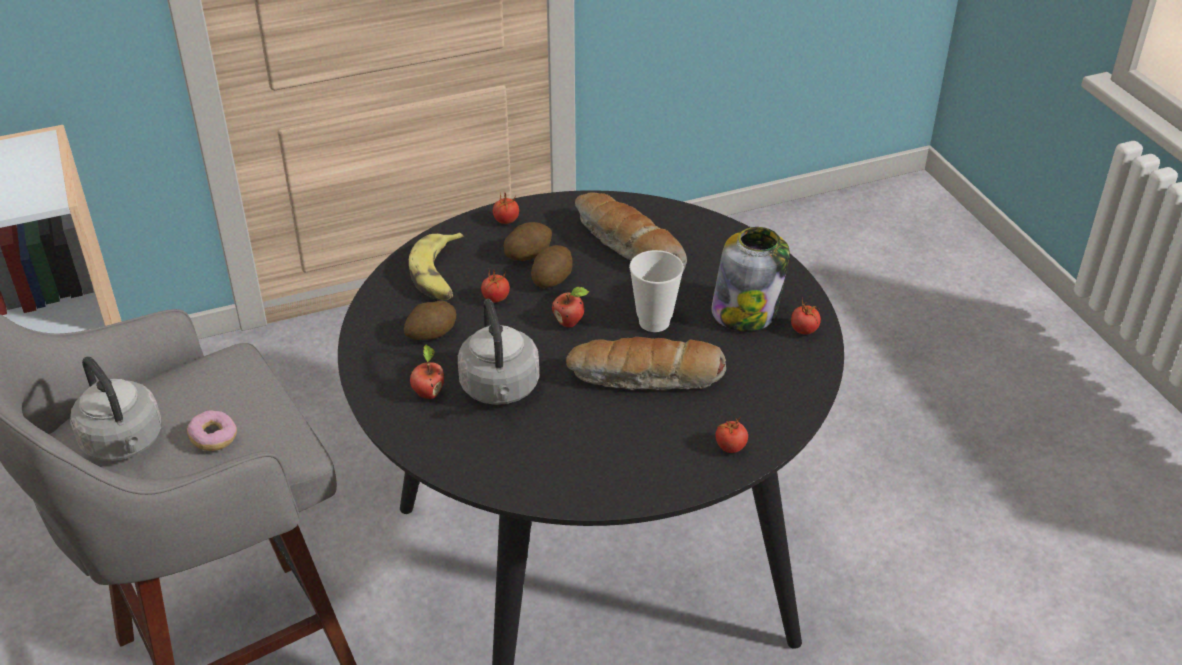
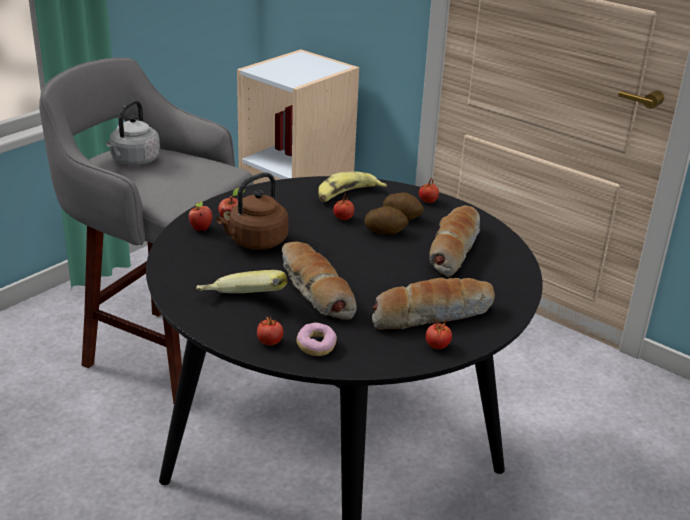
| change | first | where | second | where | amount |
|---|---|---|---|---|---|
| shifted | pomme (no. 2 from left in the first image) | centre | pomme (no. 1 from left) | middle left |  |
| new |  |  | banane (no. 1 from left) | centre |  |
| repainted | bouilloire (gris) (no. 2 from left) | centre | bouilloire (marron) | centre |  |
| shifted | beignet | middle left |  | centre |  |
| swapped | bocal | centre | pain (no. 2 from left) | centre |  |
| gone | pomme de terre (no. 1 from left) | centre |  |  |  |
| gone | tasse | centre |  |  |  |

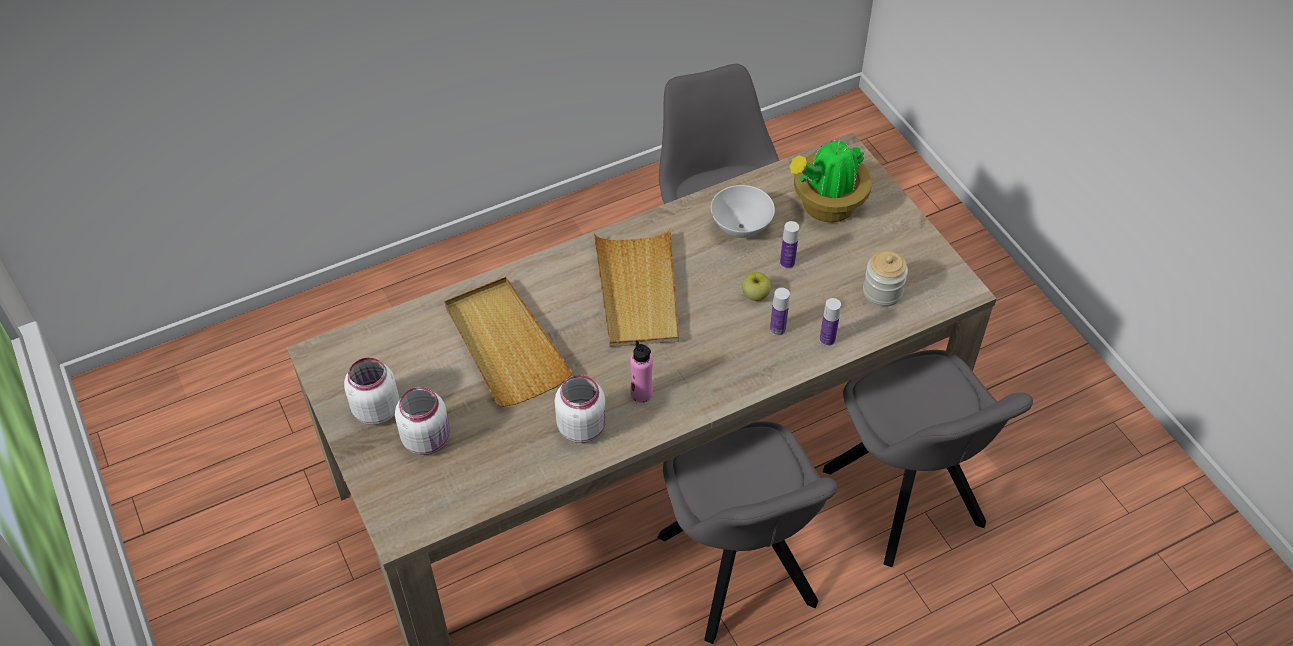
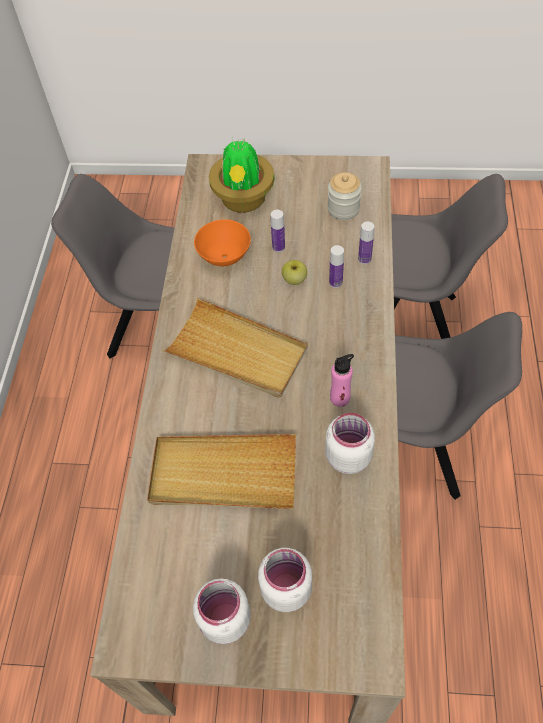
| change | first | where | second | where | amount |
|---|---|---|---|---|---|
| repainted | bol (blanc) | top centre | bol (orange) | centre |  |

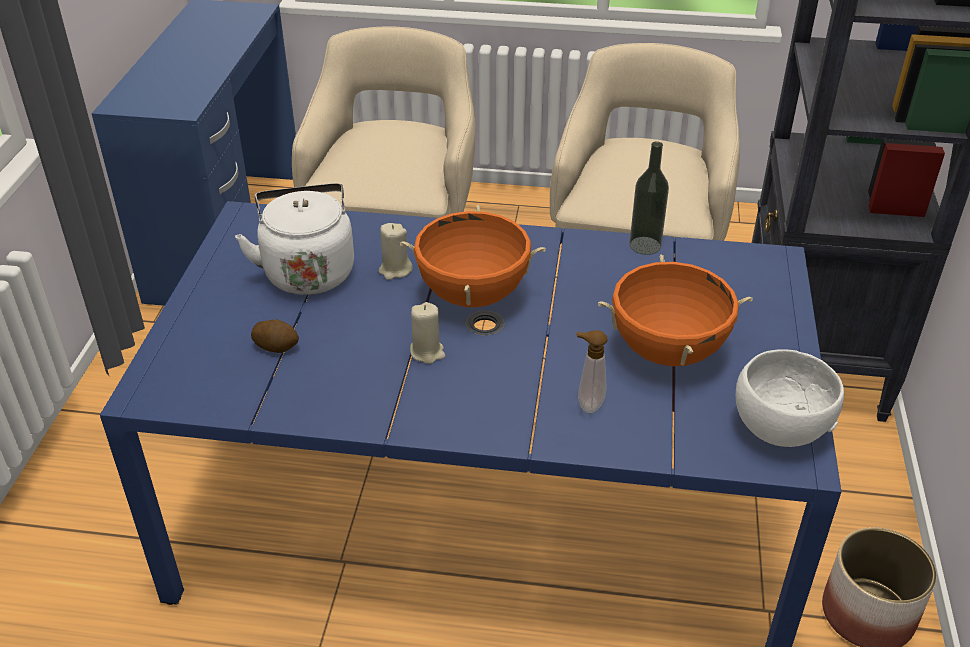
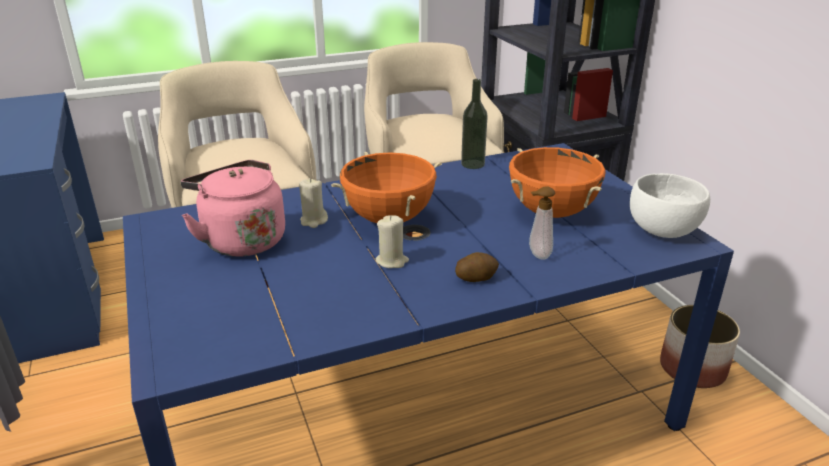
| change | first | where | second | where | amount |
|---|---|---|---|---|---|
| repainted | bouilloire (blanc) | middle left | bouilloire (rose) | middle left |  |
| shifted | pomme de terre | middle left |  | centre |  |

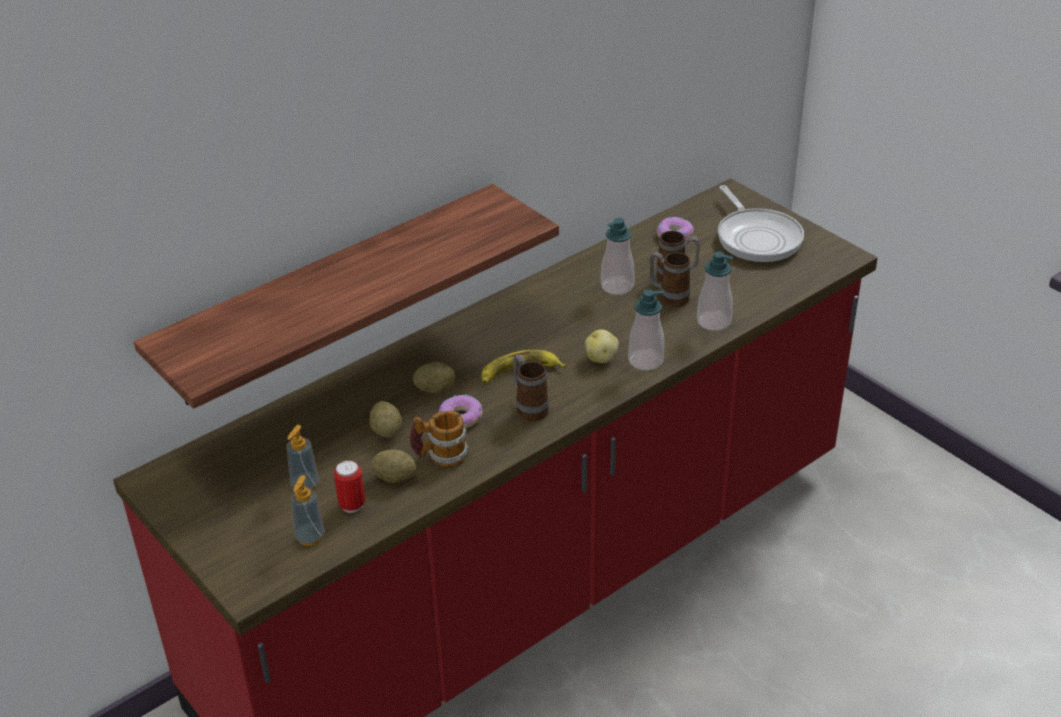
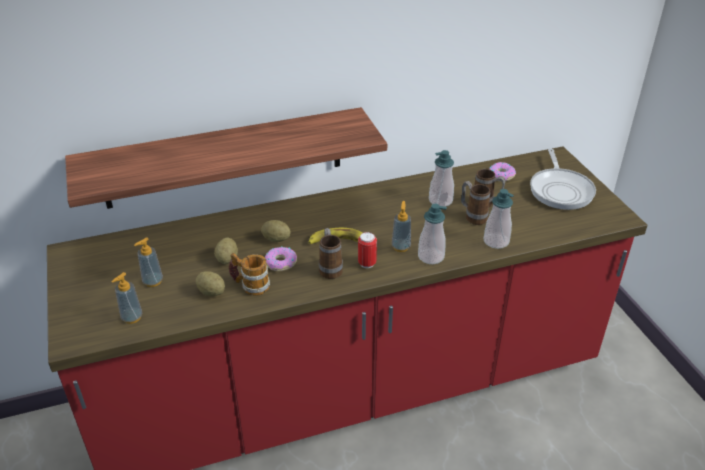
| change | first | where | second | where | amount |
|---|---|---|---|---|---|
| shifted | boîte métallique | bottom left |  | centre |  |
| swapped | pomme de terre (no. 4 from left) | centre | distributeur de savon (no. 3 from left) | centre |  |

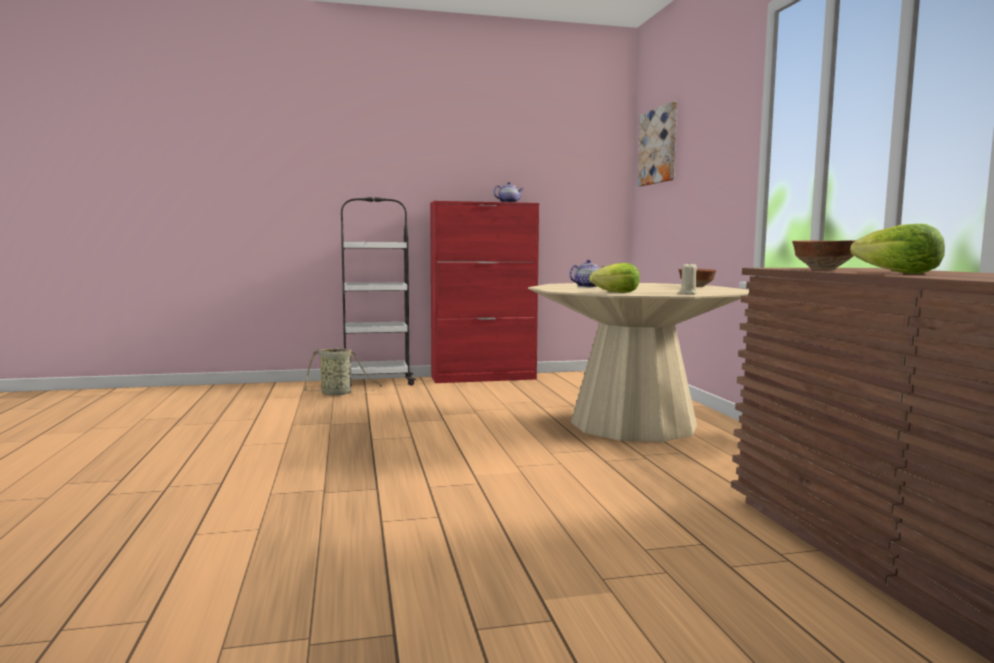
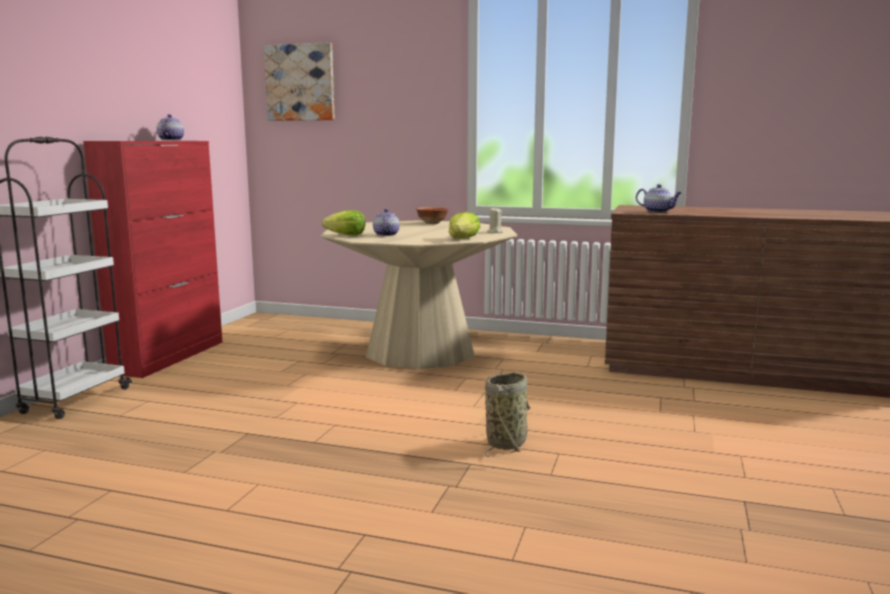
| change | first | where | second | where | amount |
|---|---|---|---|---|---|
| shifted | laitue (no. 2 from left in the first image) | middle right | laitue (no. 1 from left) | centre |  |
| shifted | panier | centre |  | bottom centre |  |
| swapped | bol (no. 2 from left) | middle right | théière (no. 3 from left) | middle right |  |

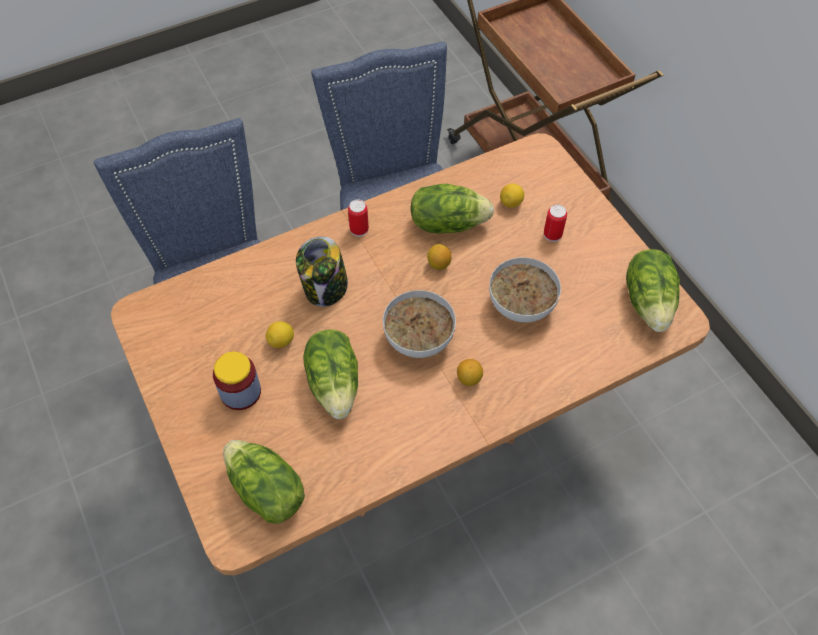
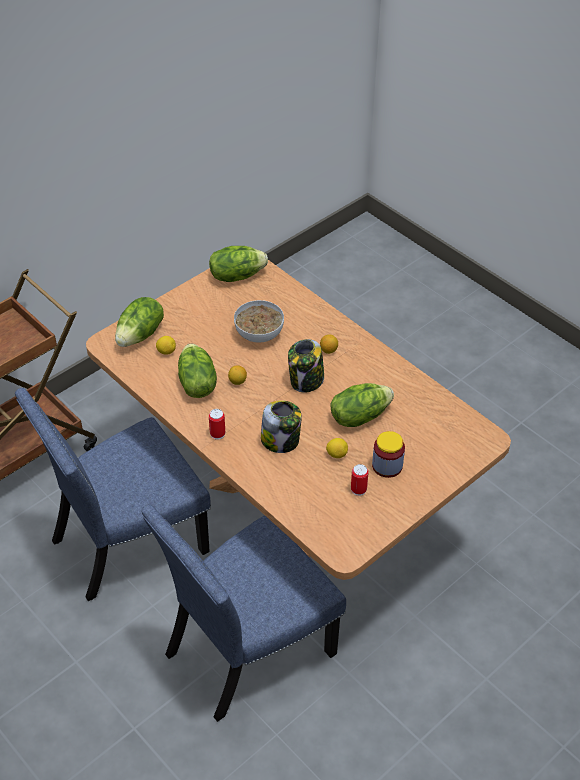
| change | first | where | second | where | amount |
|---|---|---|---|---|---|
| shifted | laitue (no. 1 from left) | bottom left |  | middle left |  |
| swapped | bol (no. 1 from left) | centre | bocal (no. 2 from left) | centre |  |
| shifted | boîte métallique (no. 2 from left) | middle right |  | centre |  |

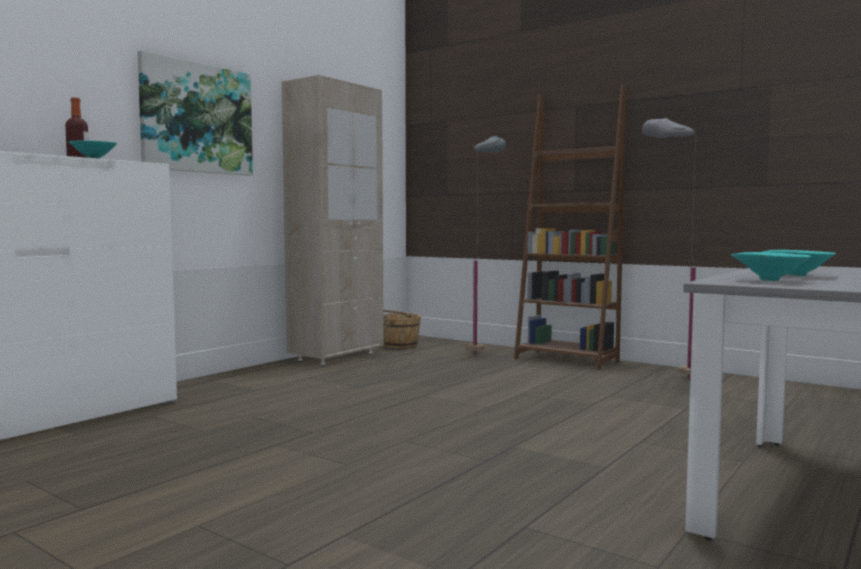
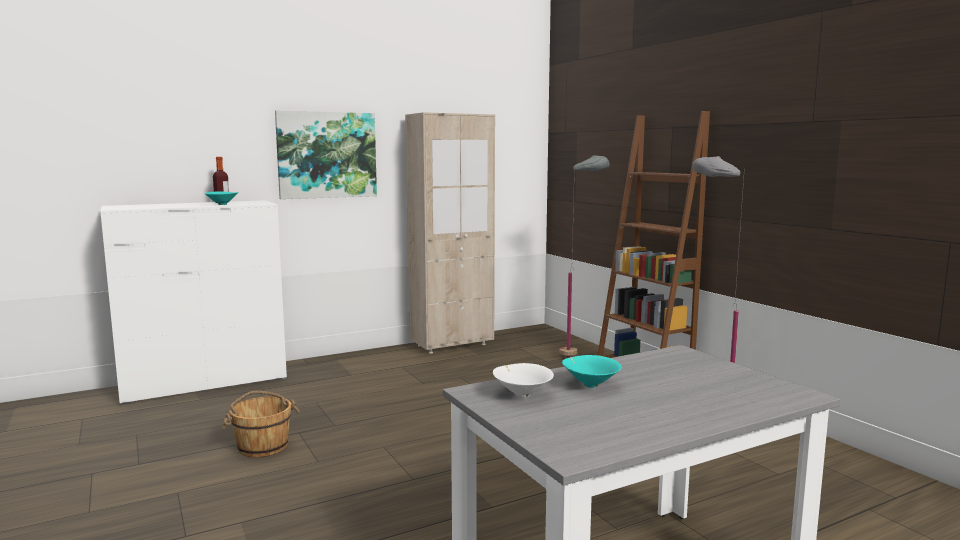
| change | first | where | second | where | amount |
|---|---|---|---|---|---|
| shifted | seau (marron) | centre |  | bottom left |  |
| repainted | bol (turquoise) (no. 2 from left) | middle right | bol (blanc) | bottom centre |  |

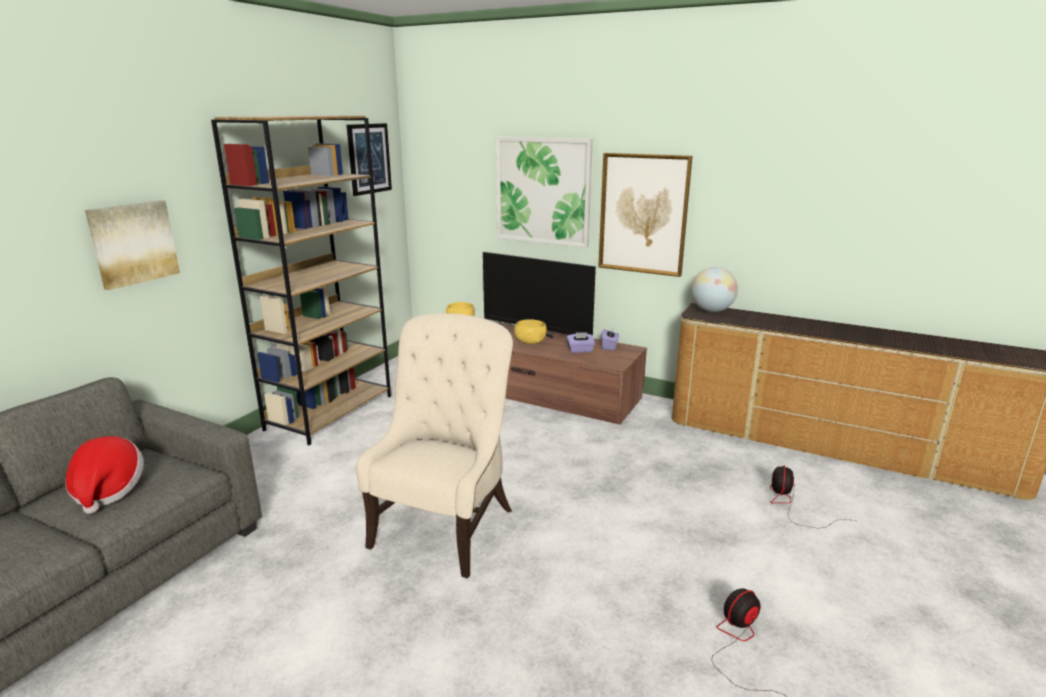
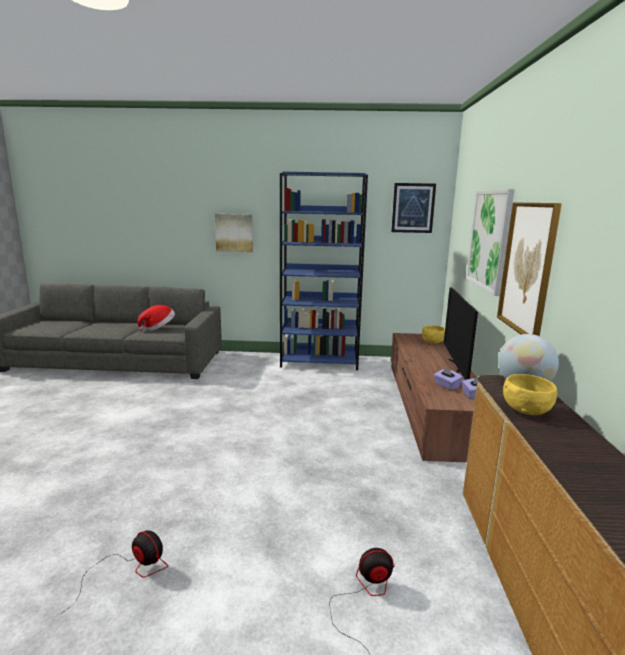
| change | first | where | second | where | amount |
|---|---|---|---|---|---|
| repainted | bibliothèque (marron) | middle left | bibliothèque (bleu) | centre |  |
| shifted | bol (jaune) (no. 2 from left) | centre |  | middle right |  |
| gone | fauteuil (beige) | centre |  |  |  |

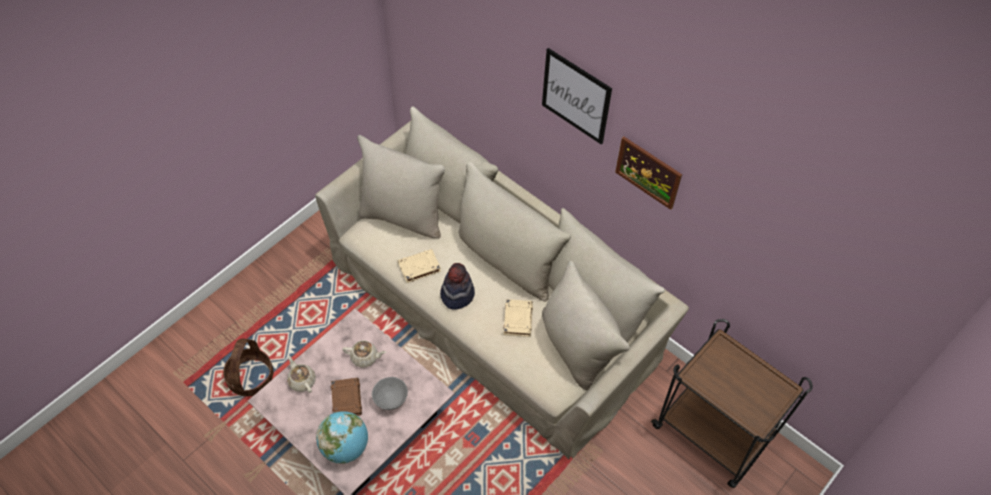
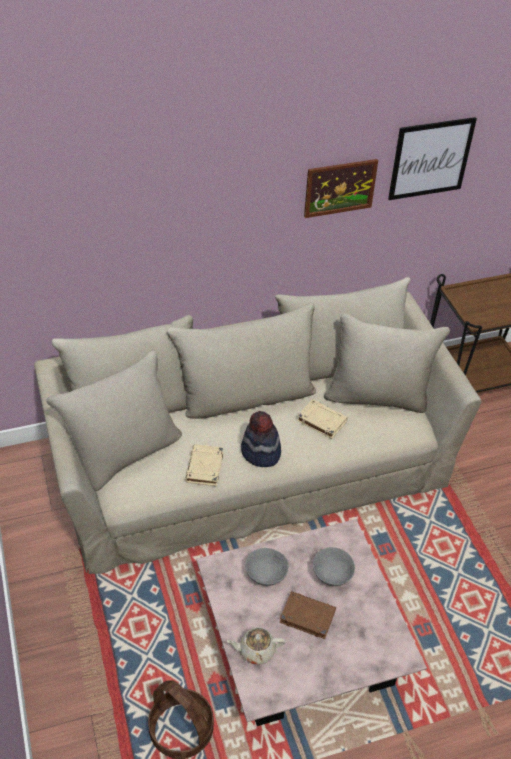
| change | first | where | second | where | amount |
|---|---|---|---|---|---|
| swapped | théière (beige) (no. 2 from left) | bottom centre | bol (gris) (no. 1 from left) | bottom centre |  |
| shifted | tableau (no. 1 from left in the first image) | top centre | tableau (no. 2 from left) | top right |  |
| gone | globe | bottom centre |  |  |  |

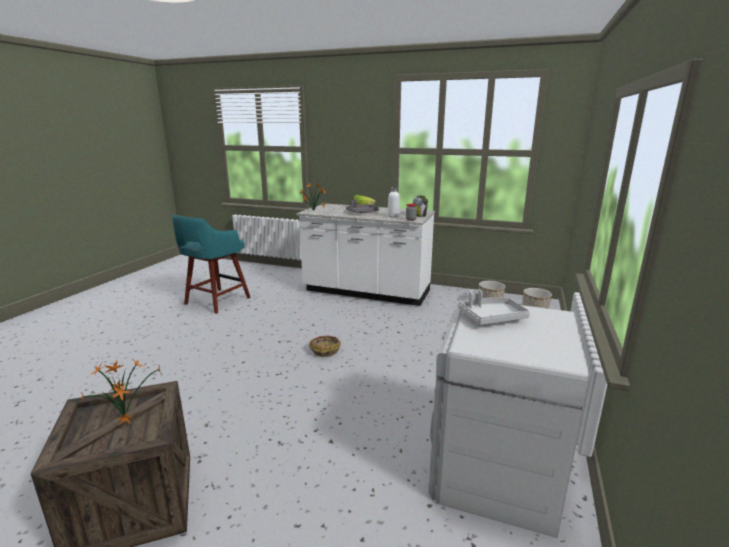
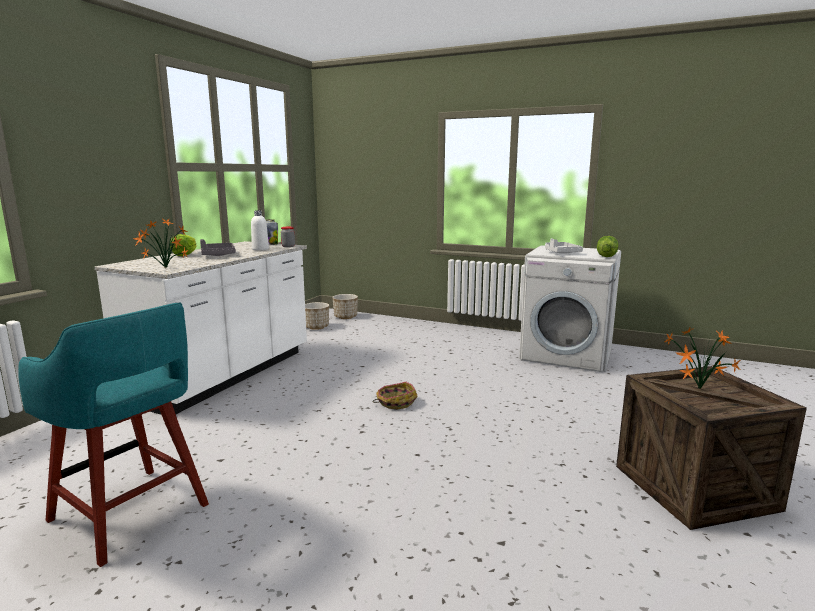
| change | first | where | second | where | amount |
|---|---|---|---|---|---|
| new |  |  | laitue (no. 2 from left) | middle right |  |

